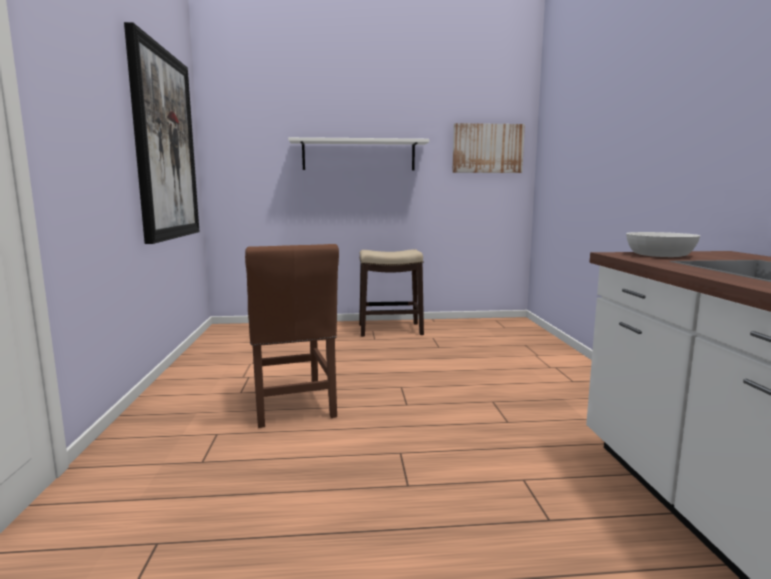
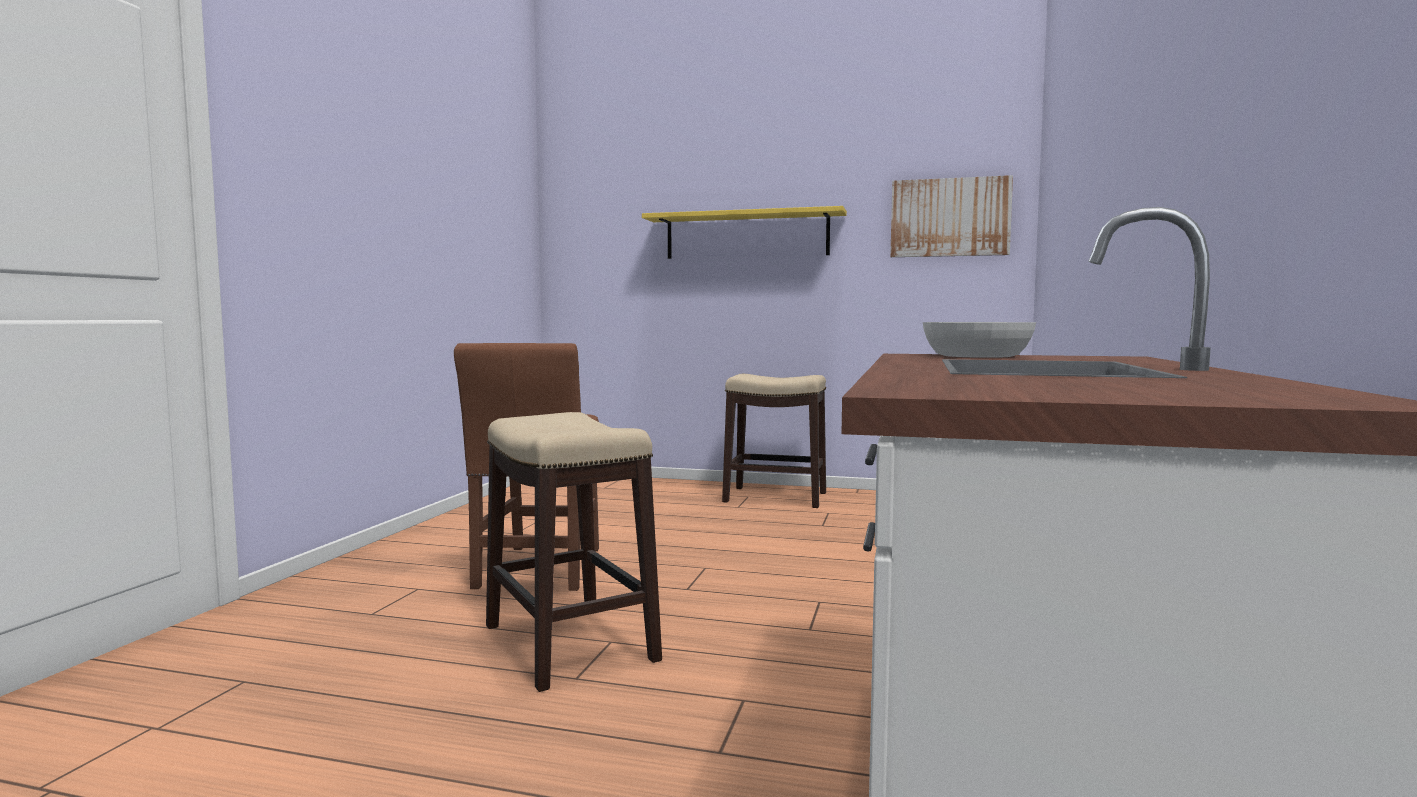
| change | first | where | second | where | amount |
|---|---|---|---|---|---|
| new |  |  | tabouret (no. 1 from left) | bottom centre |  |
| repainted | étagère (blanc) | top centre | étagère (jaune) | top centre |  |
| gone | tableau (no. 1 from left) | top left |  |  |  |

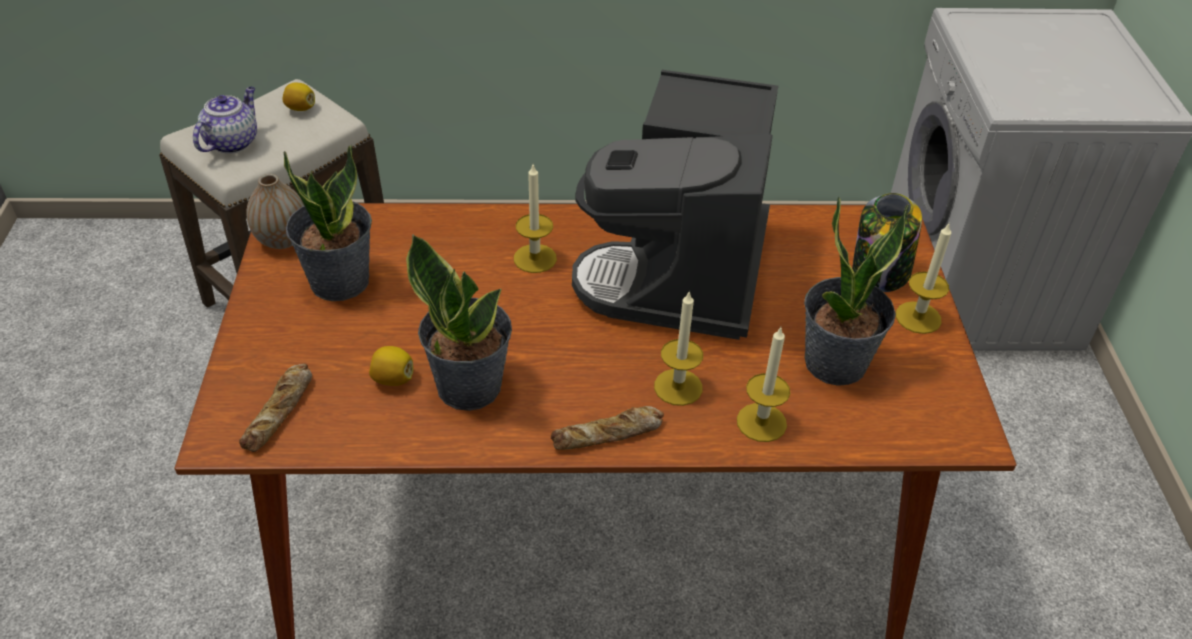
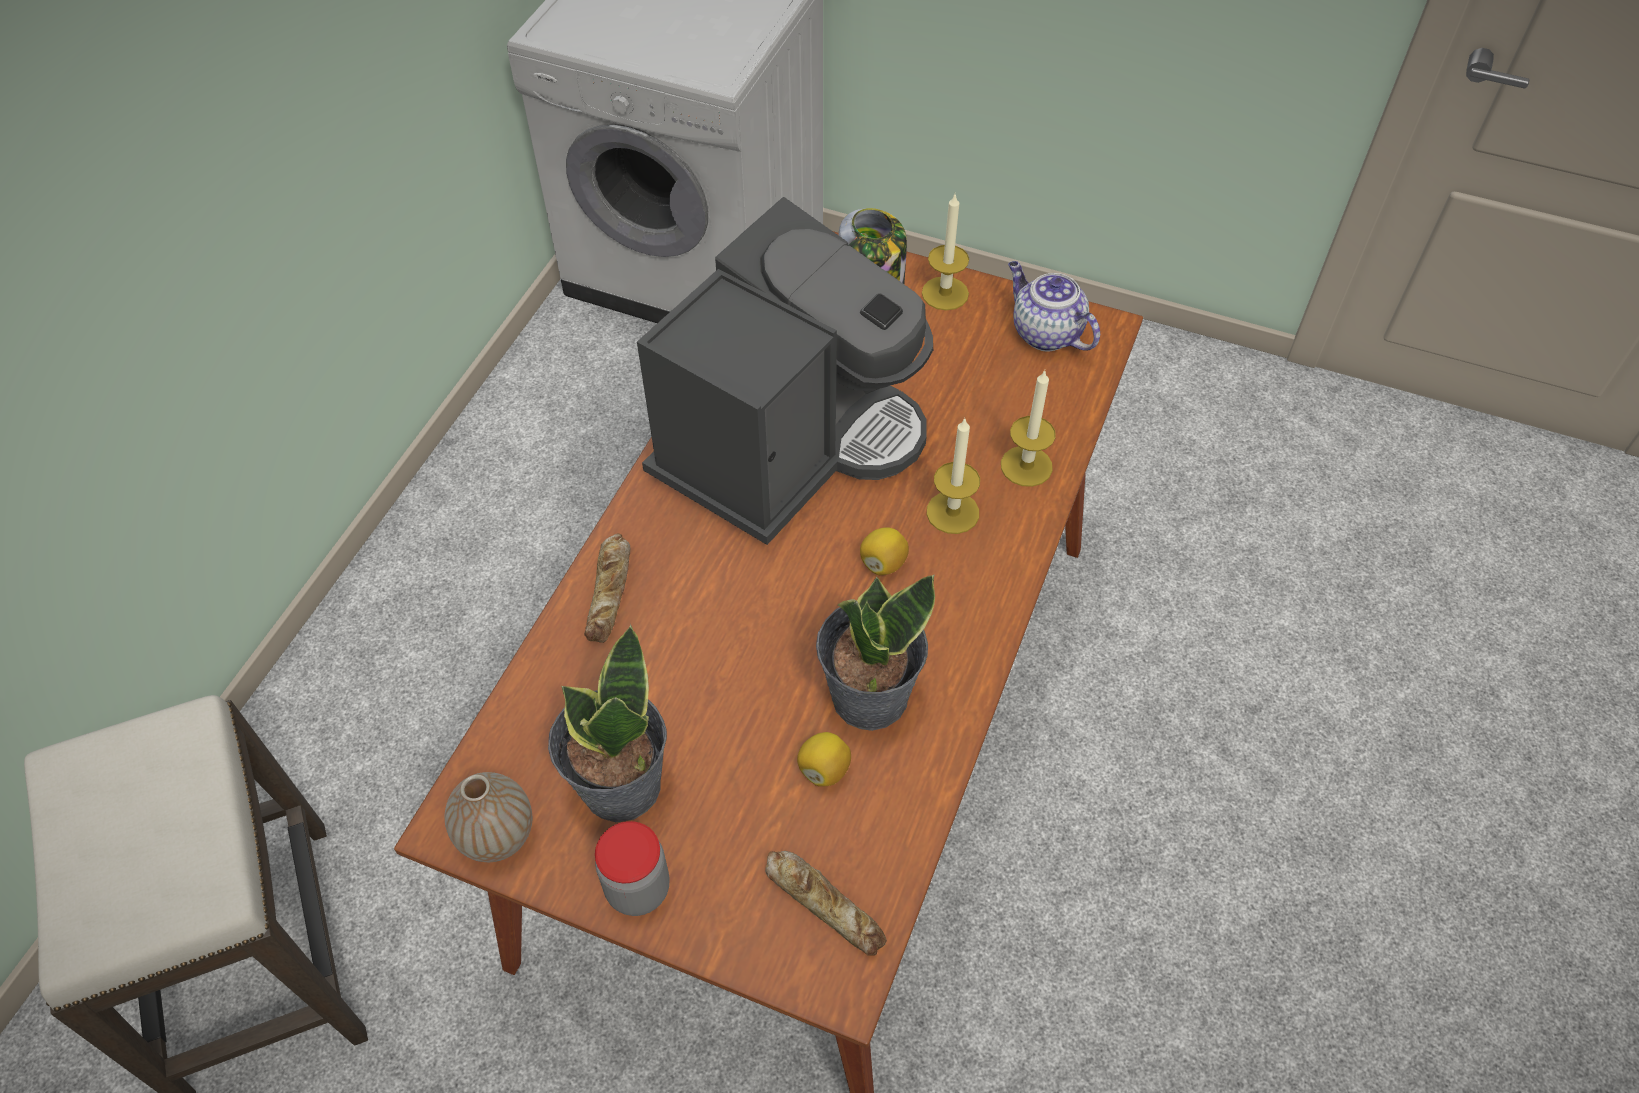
| change | first | where | second | where | amount |
|---|---|---|---|---|---|
| shifted | pain (no. 2 from left in the first image) | bottom centre | pain (no. 1 from left) | centre |  |
| new |  |  | bocal (no. 1 from left) | bottom centre |  |
| rotated | machine à café | top centre |  | centre | 90 degrees counterclockwise |
| shifted | citron (no. 1 from left in the first image) | top left | citron (no. 2 from left) | centre |  |
| shifted | théière | top left |  | top centre |  |
| gone | bougie (no. 1 from left) | centre |  |  |  |
| gone | plante en pot (no. 3 from left) | middle right |  |  |  |

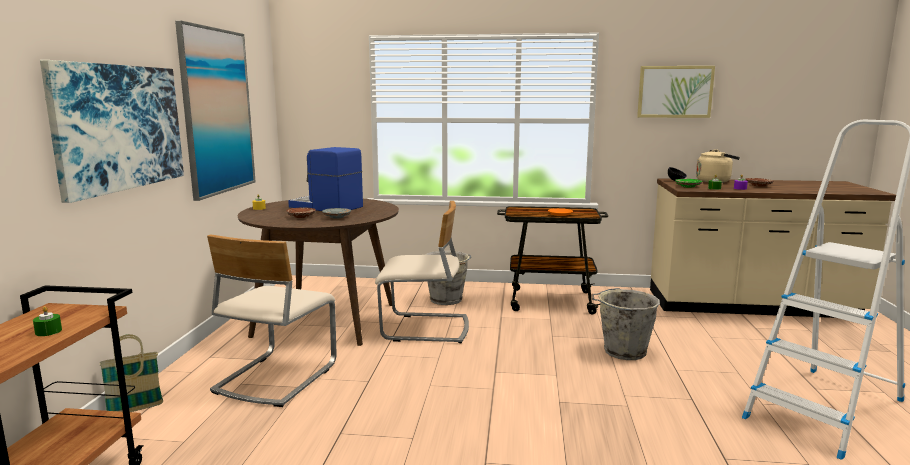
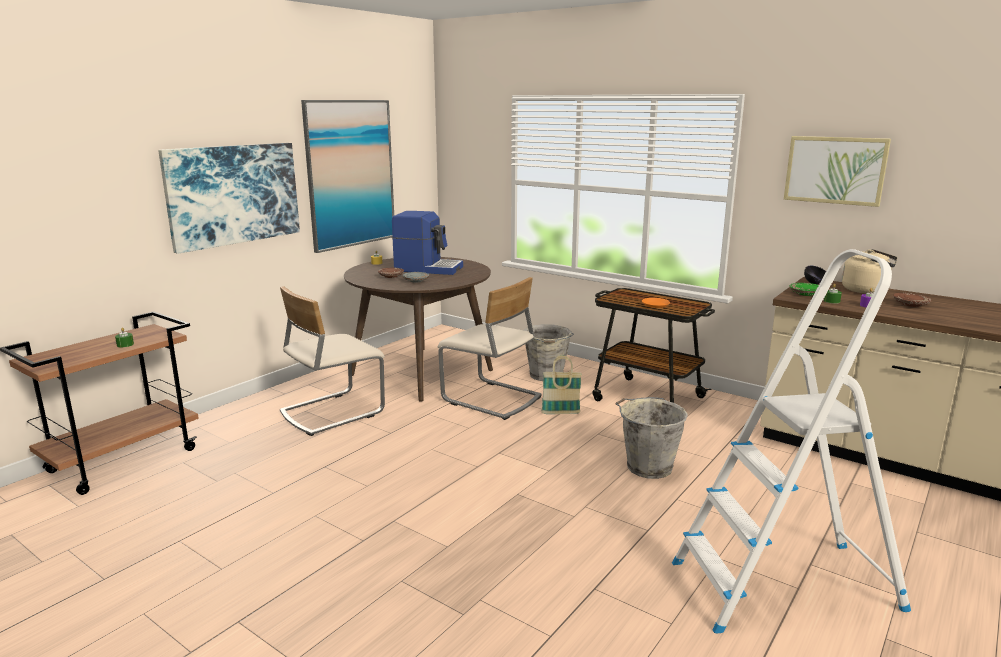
| change | first | where | second | where | amount |
|---|---|---|---|---|---|
| rotated | machine à café | centre |  | centre | 135 degrees clockwise |
| shifted | panier | bottom left |  | centre |  |

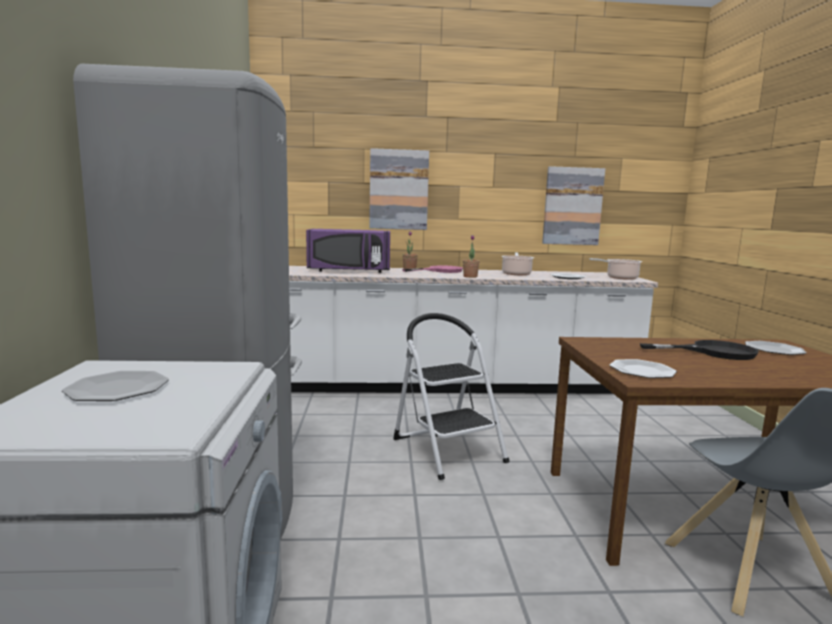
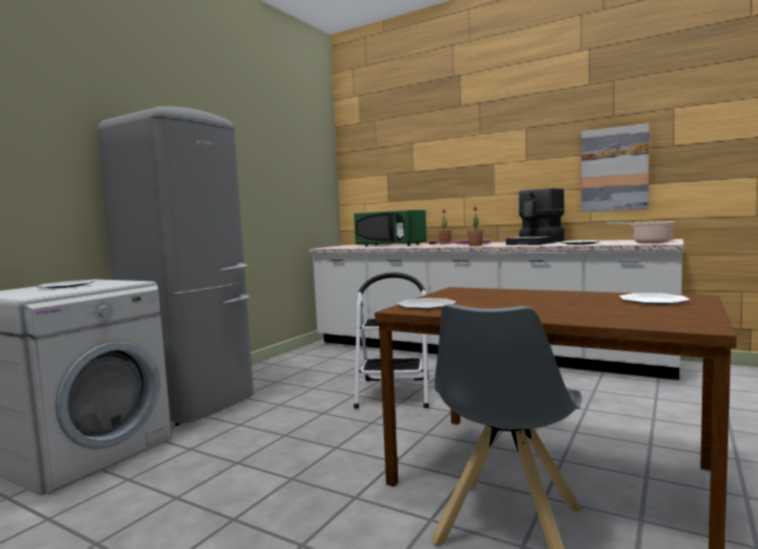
| change | first | where | second | where | amount |
|---|---|---|---|---|---|
| repainted | micro-ondes (violet) | centre | micro-ondes (vert) | centre |  |
| swapped | marmite (no. 1 from left) | centre | machine à café | middle right |  |
| gone | tableau (no. 1 from left) | top centre |  |  |  |
| gone | poêle (noir) | middle right |  |  |  |

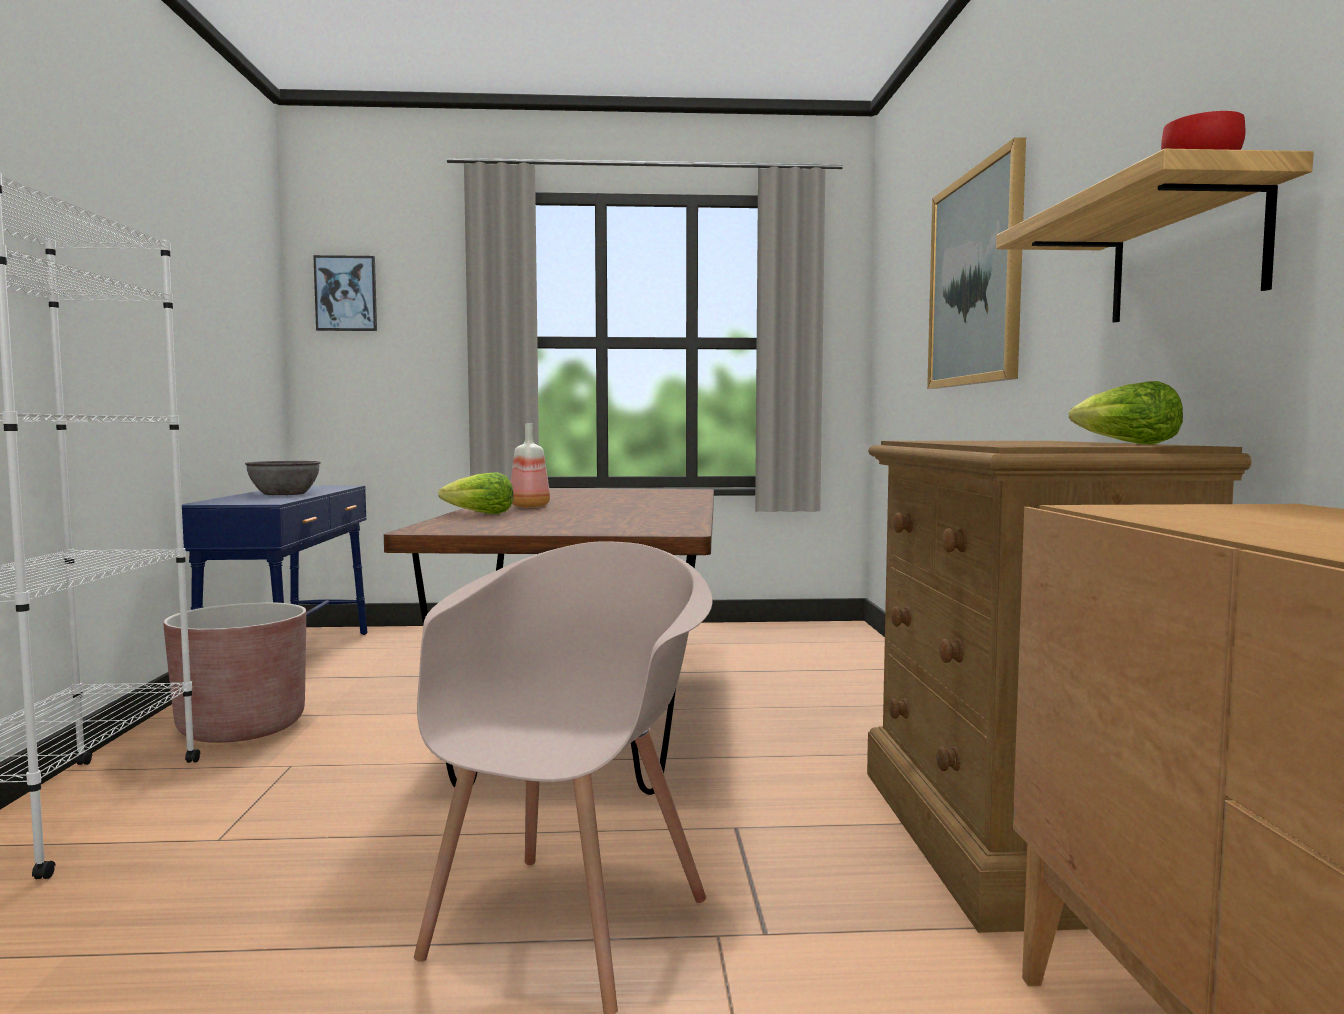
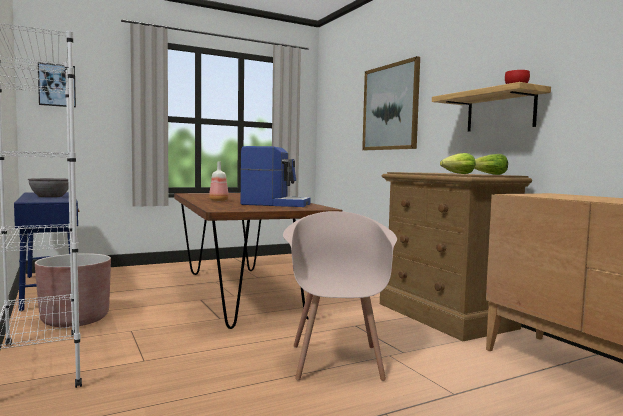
| change | first | where | second | where | amount |
|---|---|---|---|---|---|
| new |  |  | machine à café | centre |  |
| shifted | laitue (no. 1 from left) | centre |  | middle right |  |

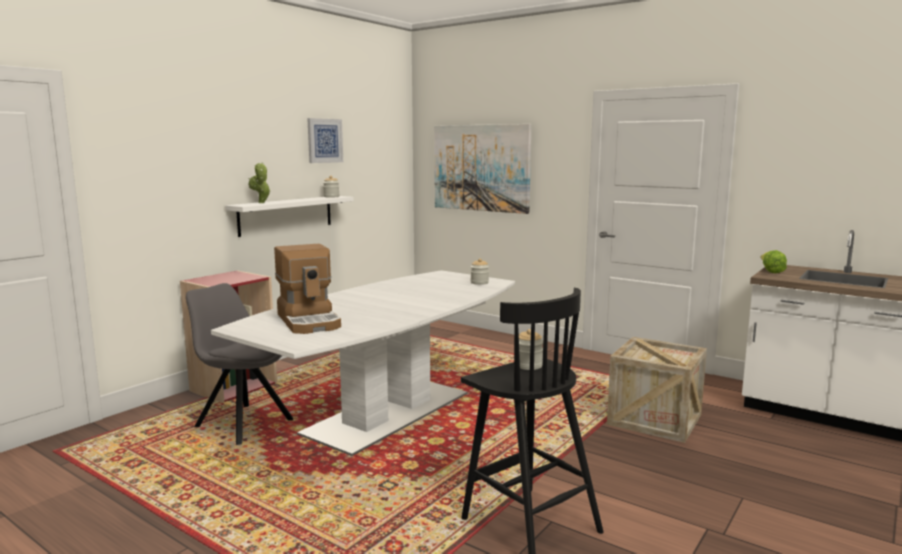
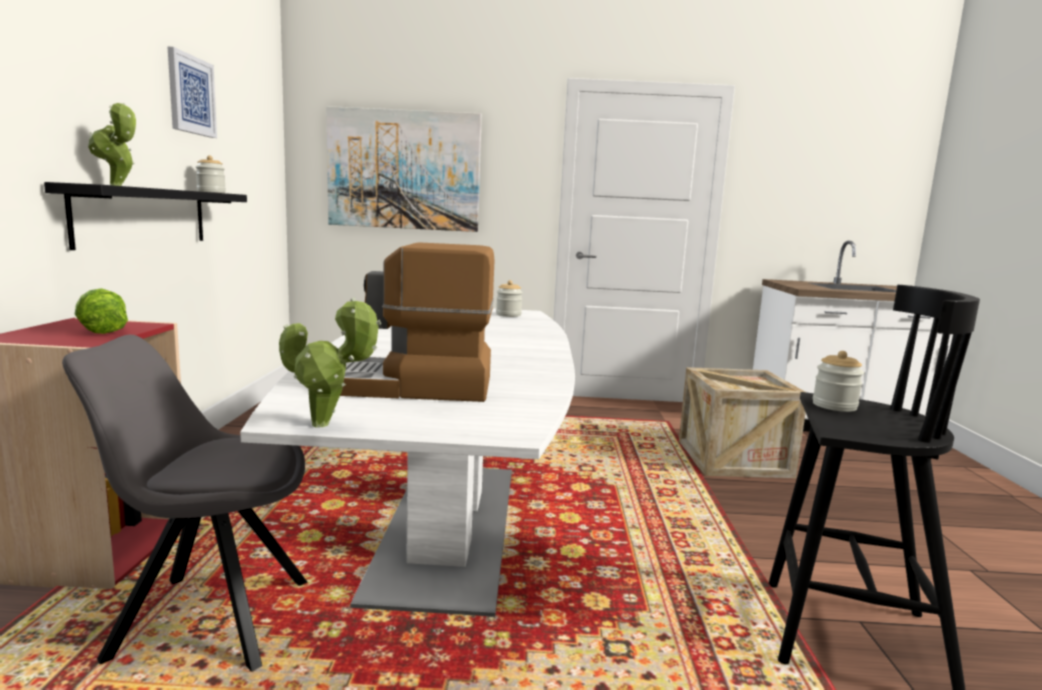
| change | first | where | second | where | amount |
|---|---|---|---|---|---|
| repainted | étagère (blanc) | middle left | étagère (noir) | top left |  |
| shifted | laitue | middle right |  | middle left |  |
| new |  |  | plante en pot (no. 2 from left) | middle left |  |
| rotated | machine à café | centre |  | centre | 150 degrees clockwise |

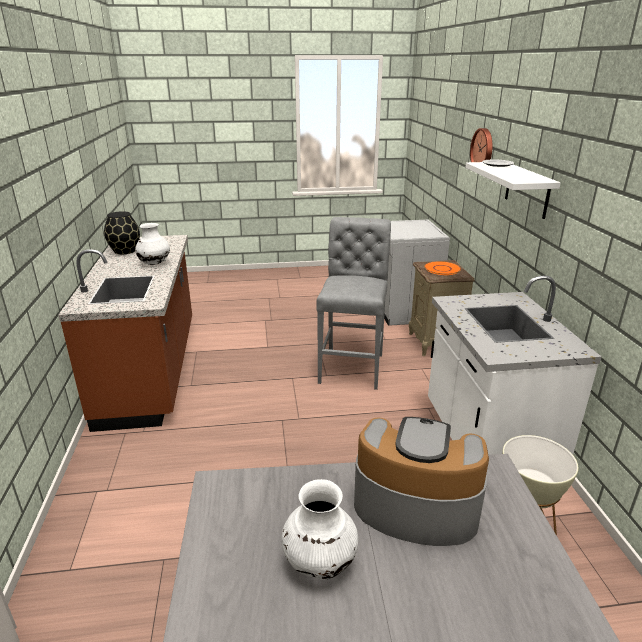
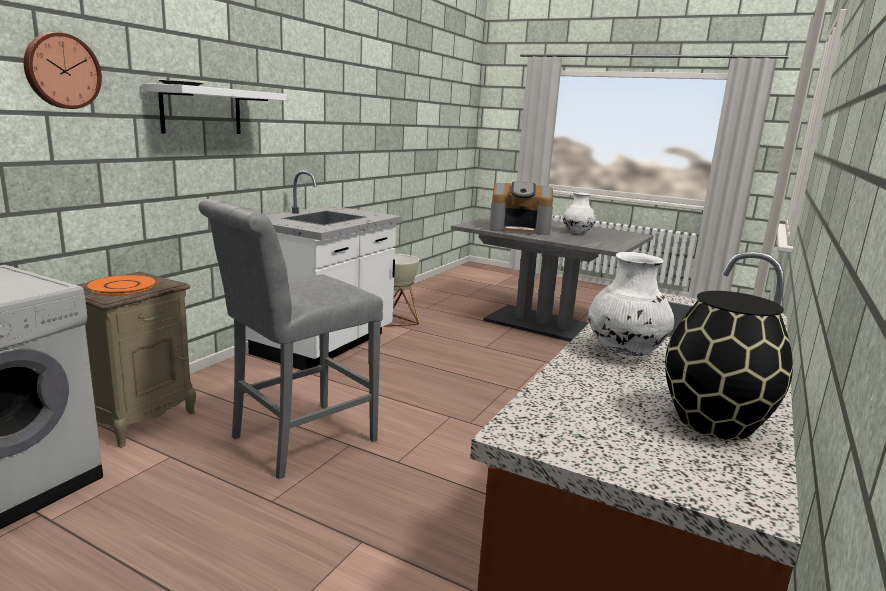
| change | first | where | second | where | amount |
|---|---|---|---|---|---|
| rotated | machine à café | bottom centre |  | centre | 45 degrees counterclockwise |

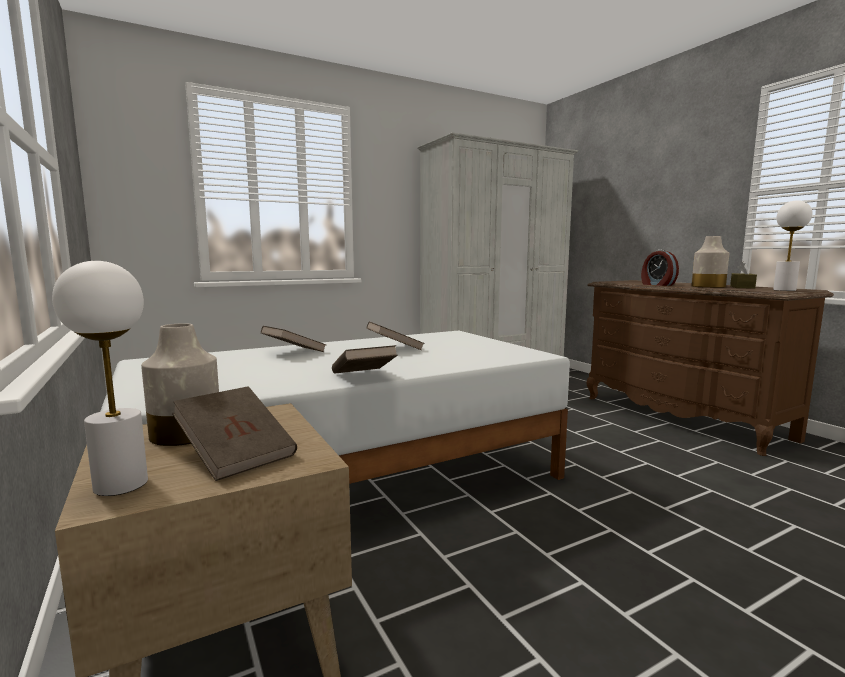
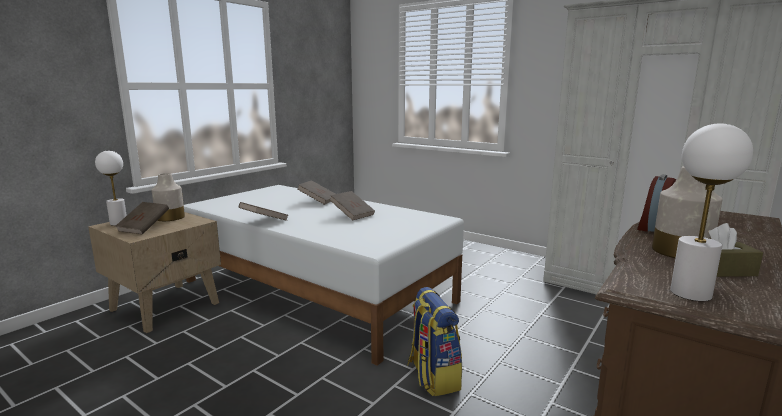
| change | first | where | second | where | amount |
|---|---|---|---|---|---|
| new |  |  | sac à dos | bottom centre |  |

